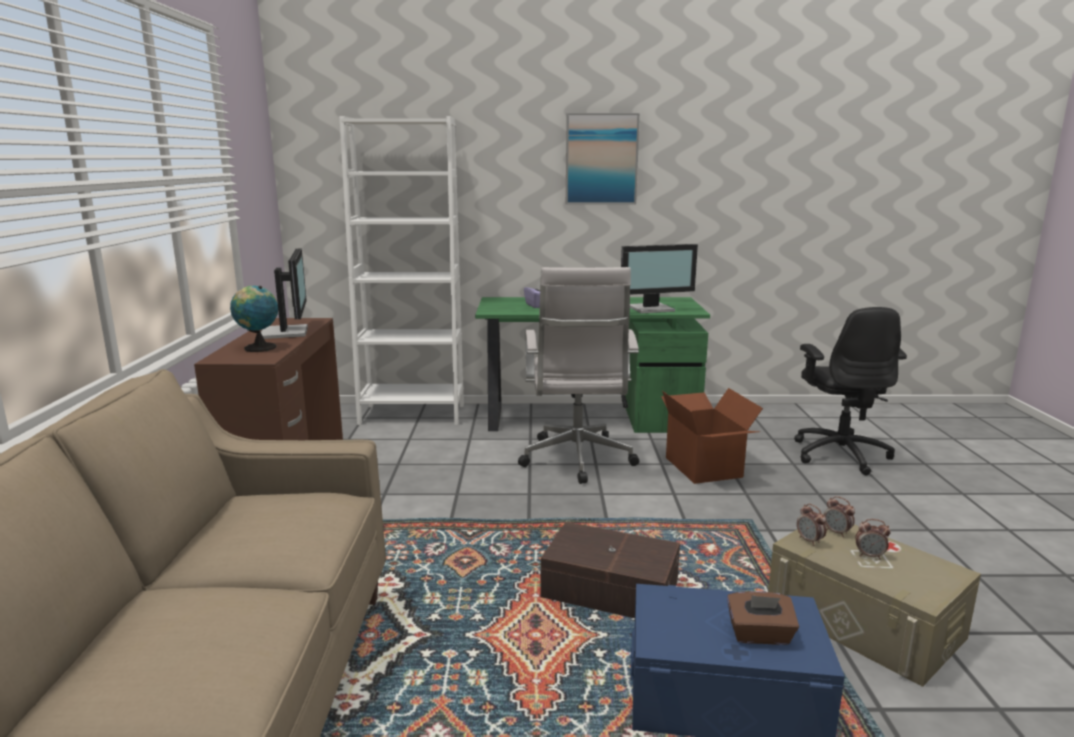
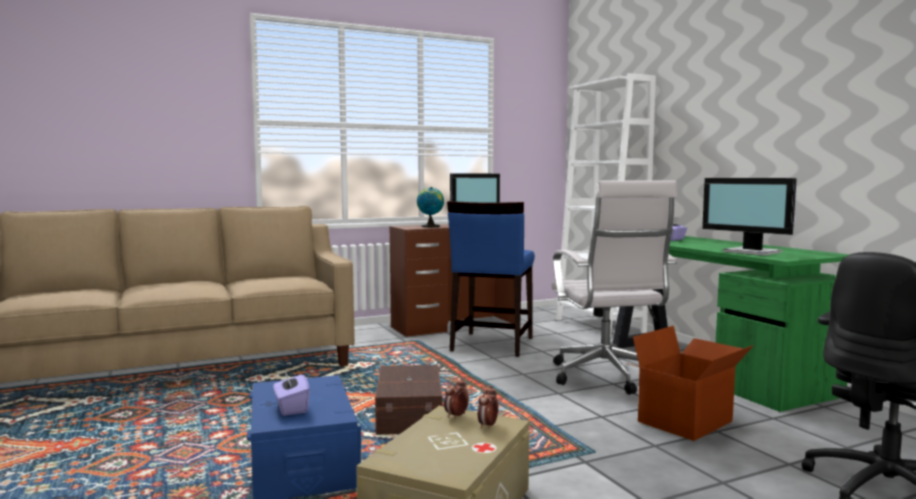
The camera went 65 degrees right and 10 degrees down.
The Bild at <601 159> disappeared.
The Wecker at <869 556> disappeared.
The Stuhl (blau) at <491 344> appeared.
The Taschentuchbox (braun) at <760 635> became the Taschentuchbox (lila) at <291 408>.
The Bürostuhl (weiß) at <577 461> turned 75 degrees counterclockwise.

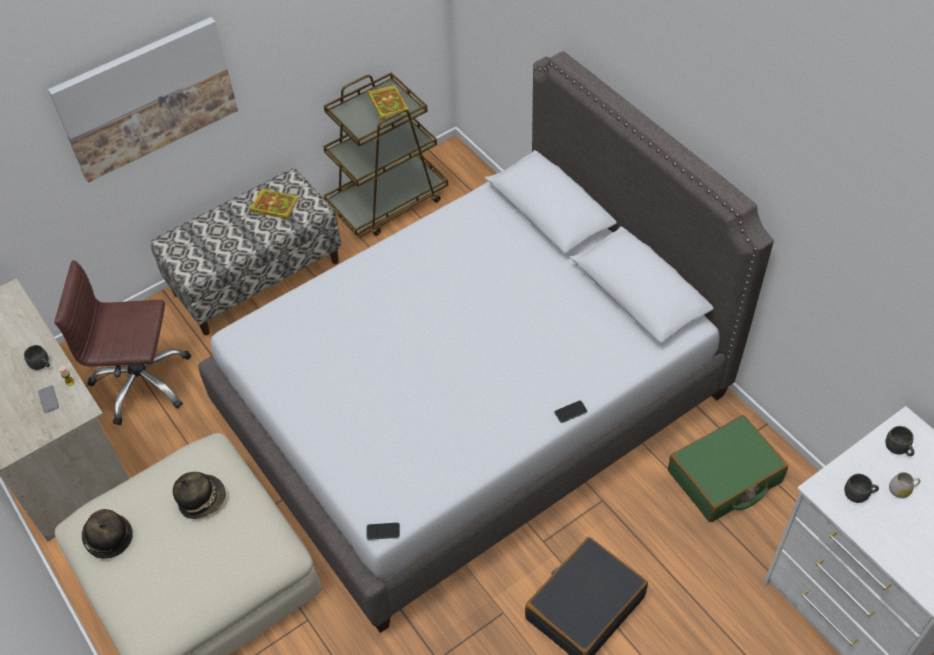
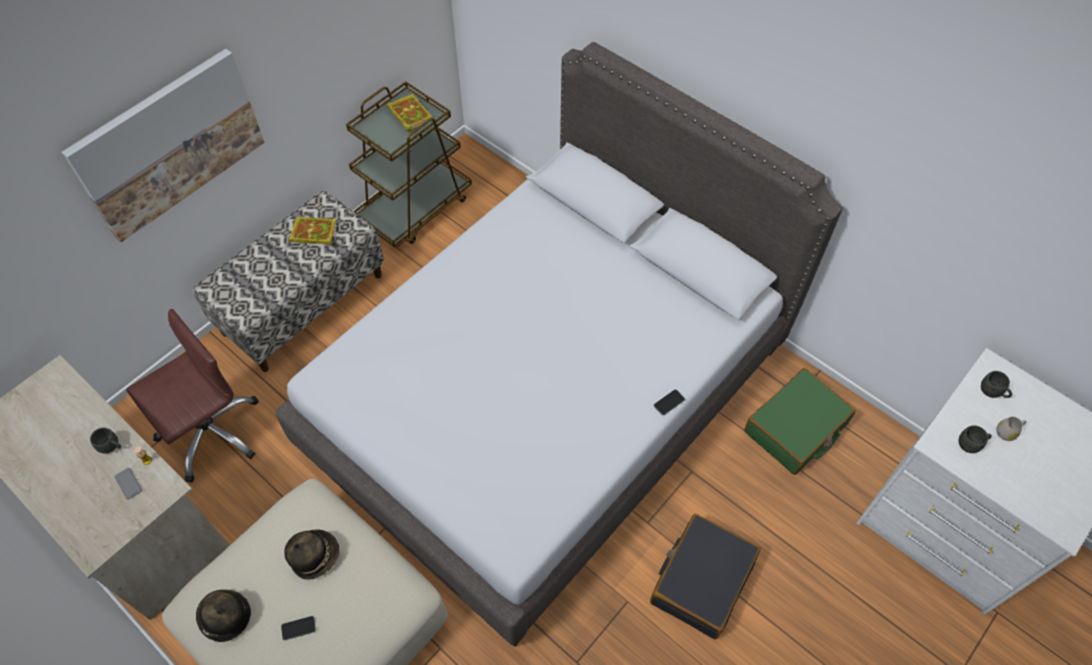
The camera went 15 degrees left and 5 degrees up.
The Handy moved from <383 531> to <298 628>.
The Bürostuhl (braun) at <142 382> turned 150 degrees clockwise.

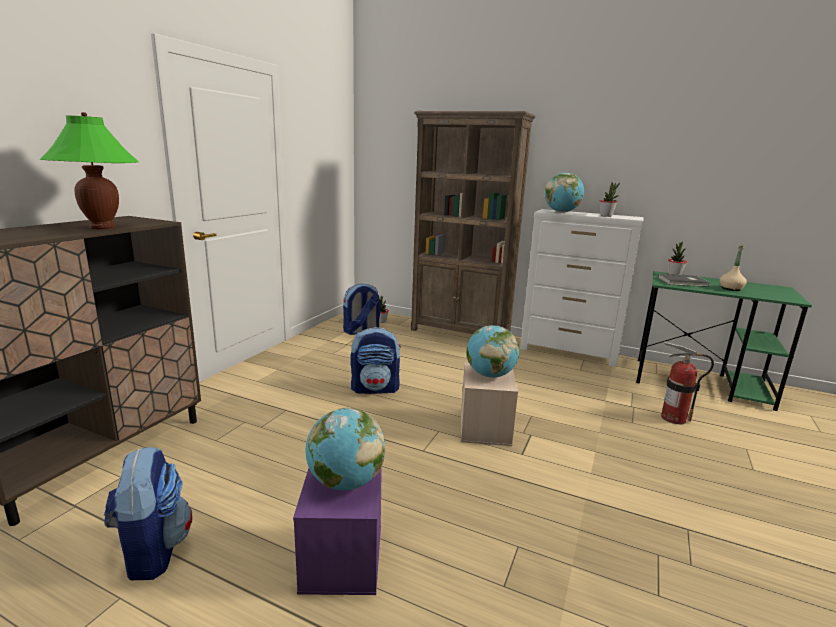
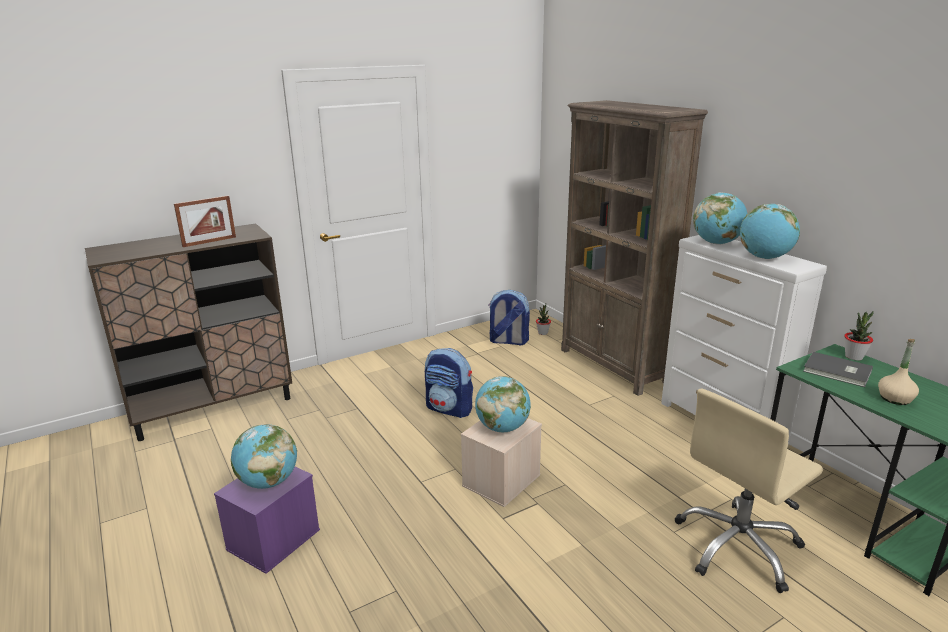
The camera went 35 degrees right and 5 degrees up.
The Rucksack at <152 550> disappeared.
The Tischlampe (grün) at <102 227> was replaced by the Bilderrahmen at <209 242>.
The Topfpflanze at <606 216> was replaced by the Globus at <764 258>.
The Feuerlöscher at <673 418> was replaced by the Bürostuhl (beige) at <738 546>.

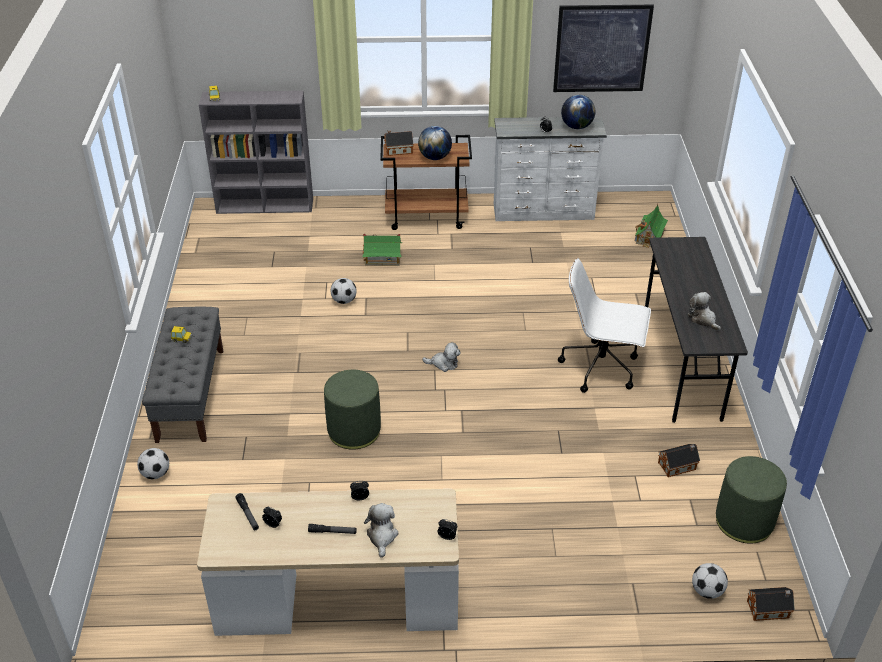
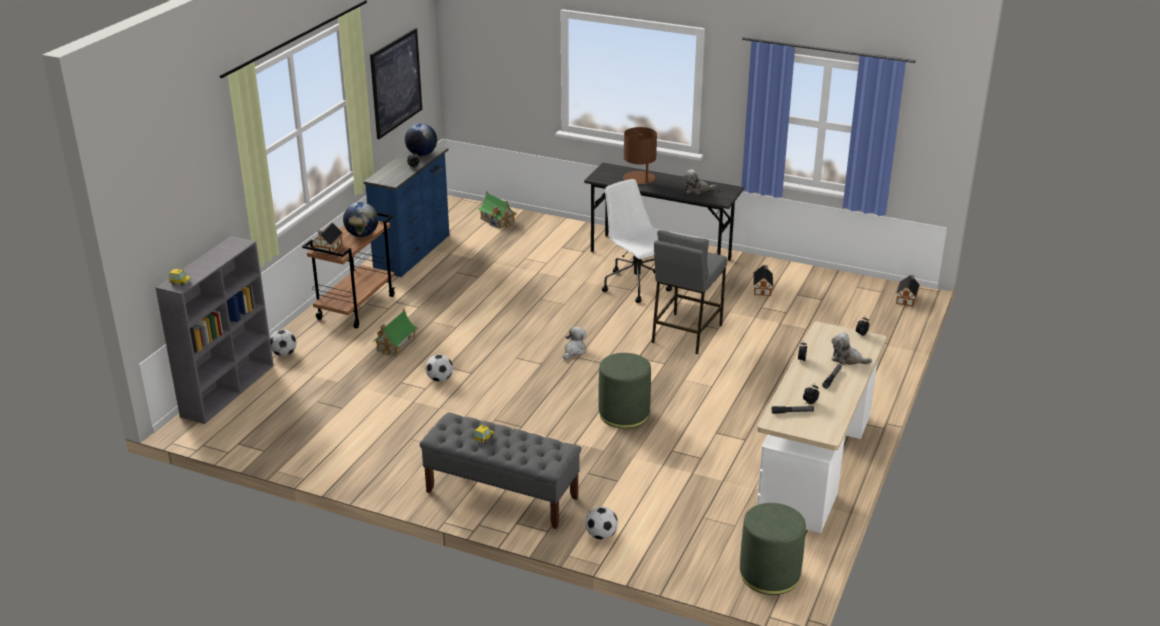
The camera went 65 degrees left and 10 degrees down.
The Tischlampe (braun) at <639 179> appeared.
The Hocker (grau) at <685 333> appeared.
The Fußball moved from <707 591> to <284 354>.
The Polsterhocker (grün) moved from <744 521> to <769 574>.
The Kommode (weiß) at <544 212> became the Kommode (blau) at <414 252>.
The Bürostuhl (weiß) at <601 368> turned 105 degrees clockwise.

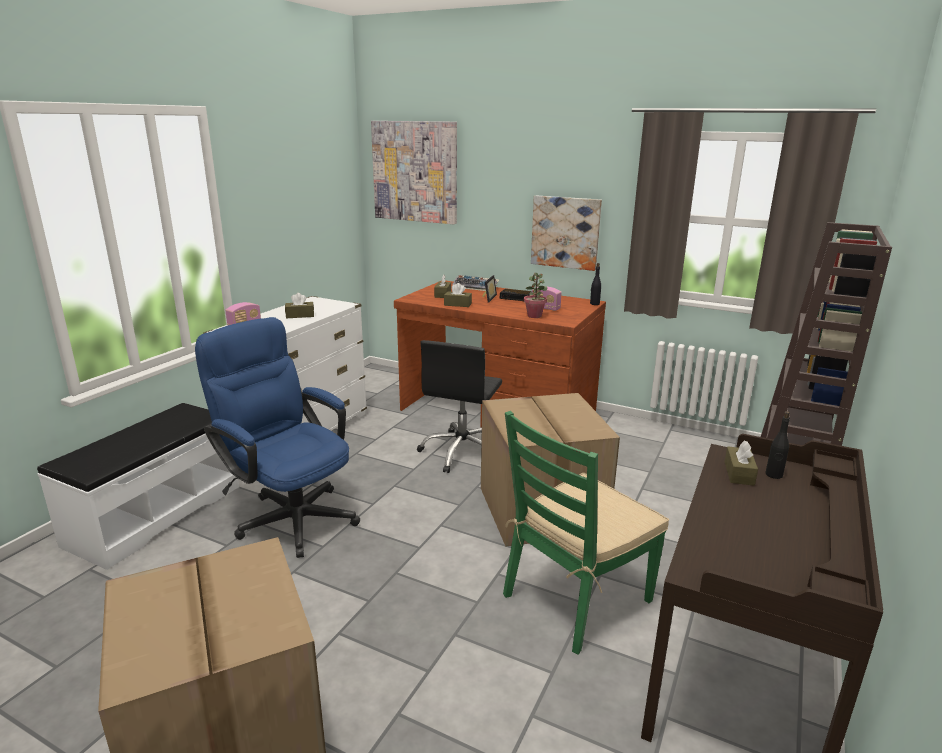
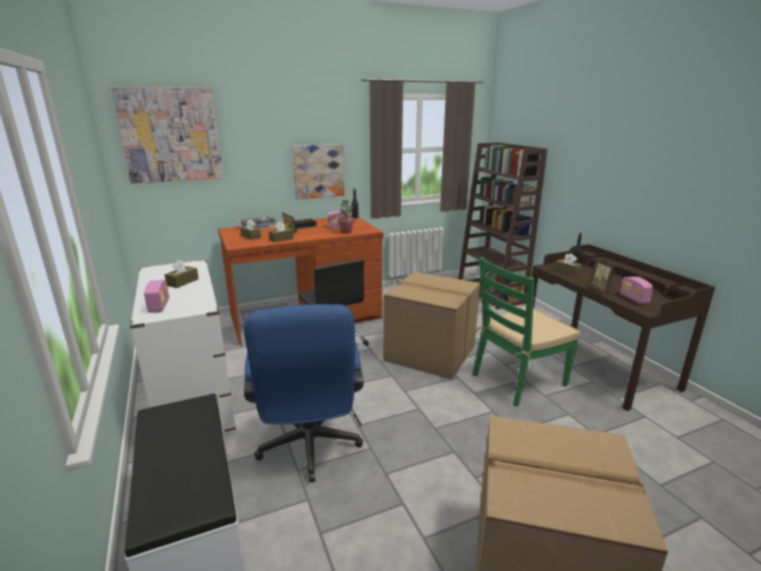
The camera went 50 degrees left and 0 degrees up.
The Bilderrahmen at <601 290> appeared.
The Radio at <634 299> appeared.
The Bürostuhl (blau) at <290 515> turned 90 degrees counterclockwise.
The Stuhl (grün) at <576 598> turned 60 degrees clockwise.

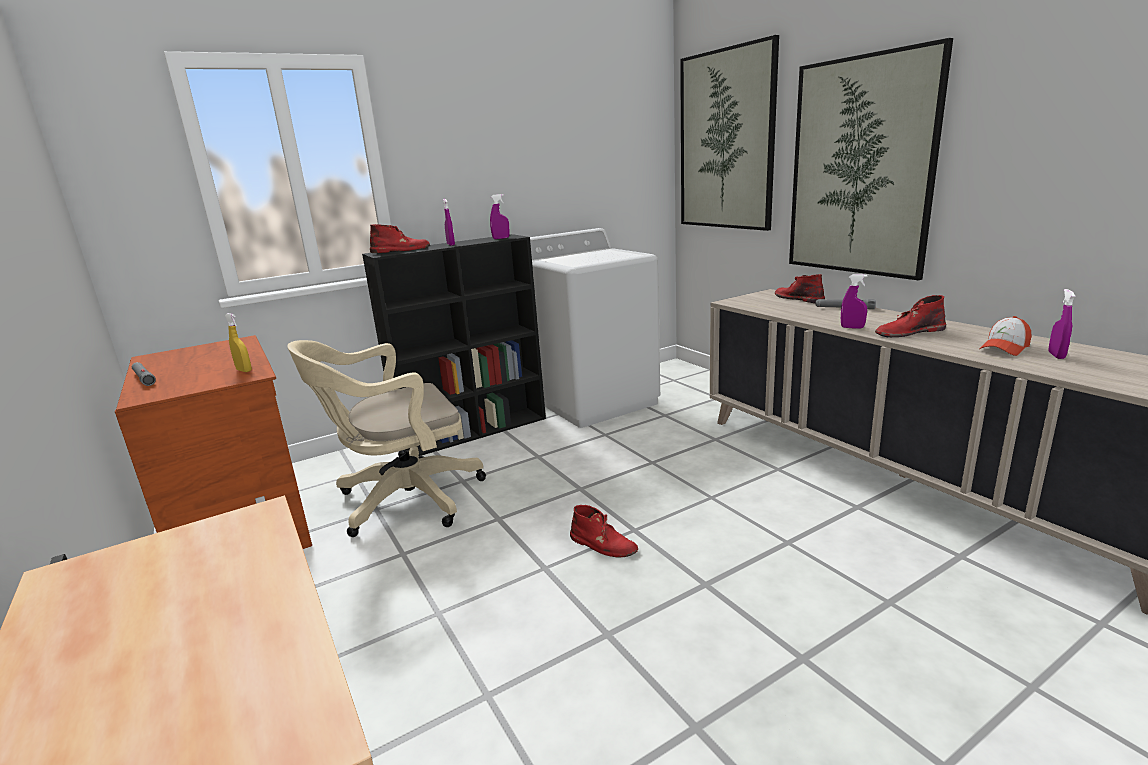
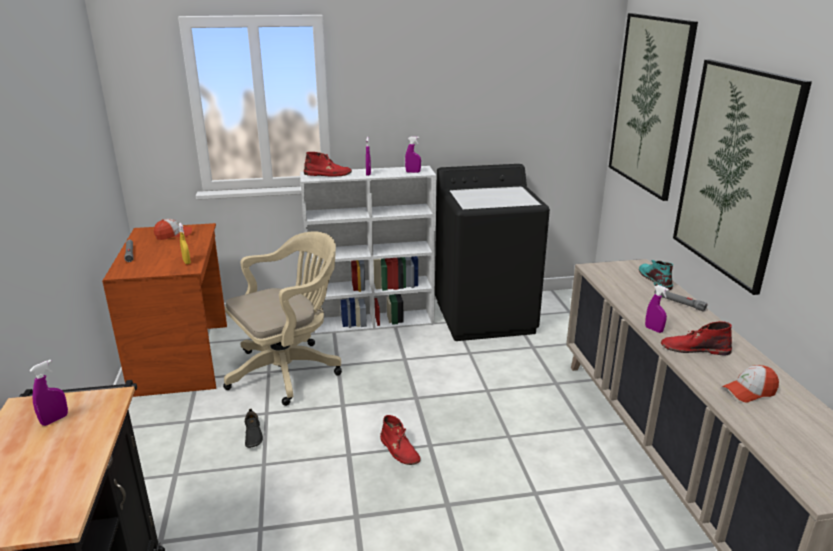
The camera went 20 degrees right and 5 degrees up.
The Kappe at <173 235> appeared.
The Schuh (schwarz) at <252 435> appeared.
The Sprühflasche (lila) moved from <1056 355> to <55 420>.
The Bücherregal (schwarz) at <474 431> became the Bücherregal (weiß) at <373 321>.
The Waschmaschine (weiß) at <595 401> became the Waschmaschine (schwarz) at <485 317>.
The Stiefel (rot) at <799 298> became the Stiefel (türkis) at <655 279>.
The Bürostuhl (beige) at <402 501> turned 150 degrees clockwise.

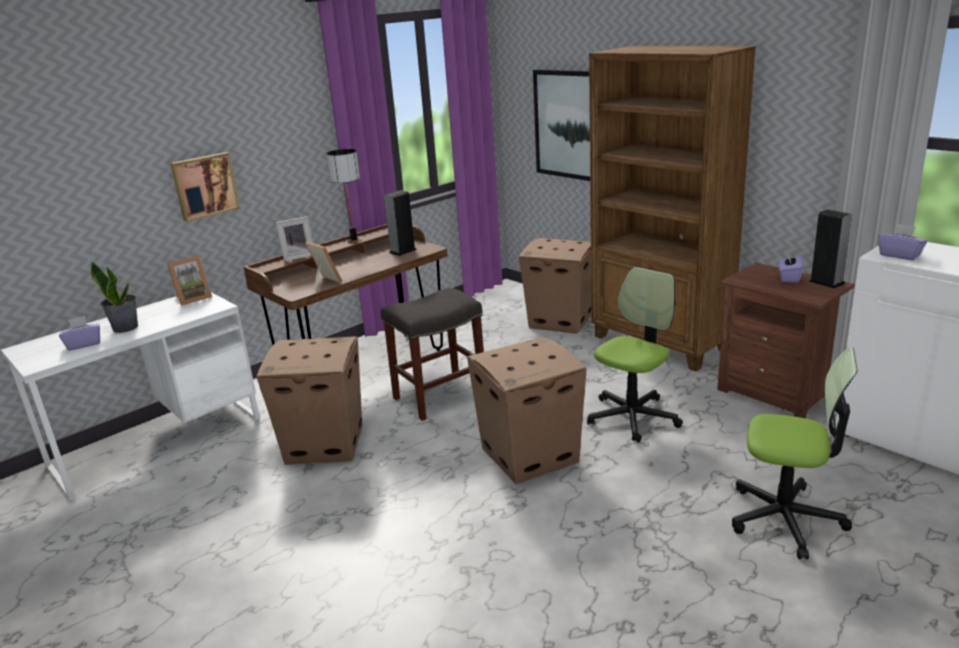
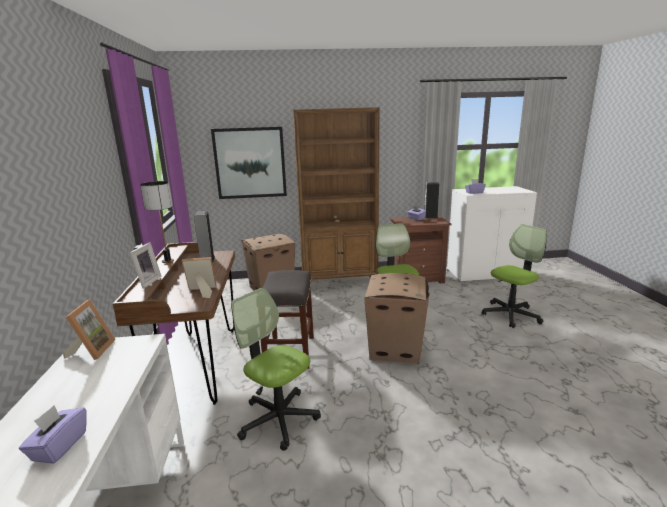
The camera went 55 degrees left and 5 degrees down.
The Topfpflanze at <126 327> disappeared.
The Bild at <204 186> disappeared.
The Karton at <326 443> was replaced by the Bürostuhl at <278 419>.

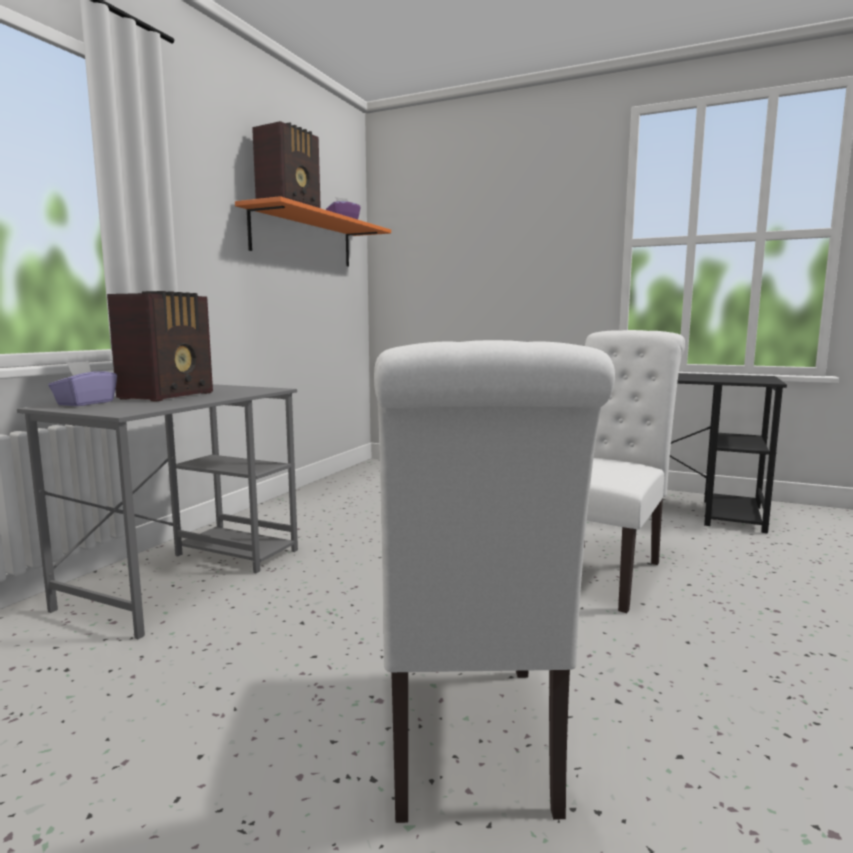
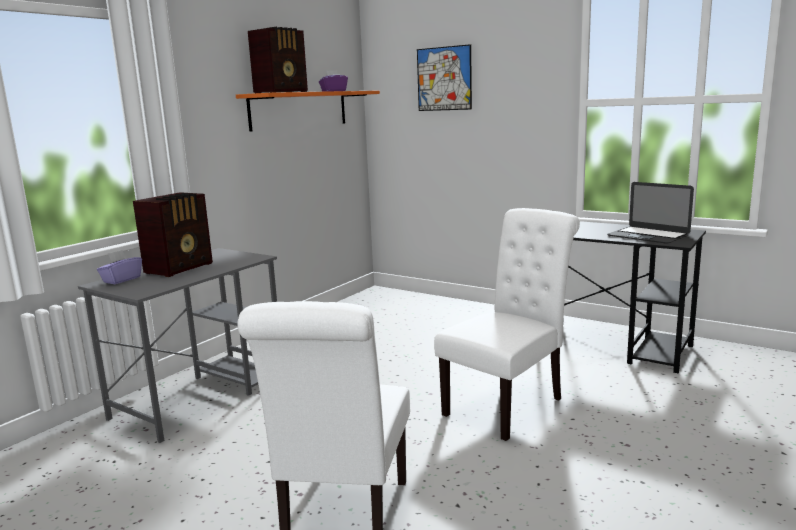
The camera went 10 degrees right and 5 degrees up.
The Bild at <444 78> appeared.
The Laptop at <648 235> appeared.

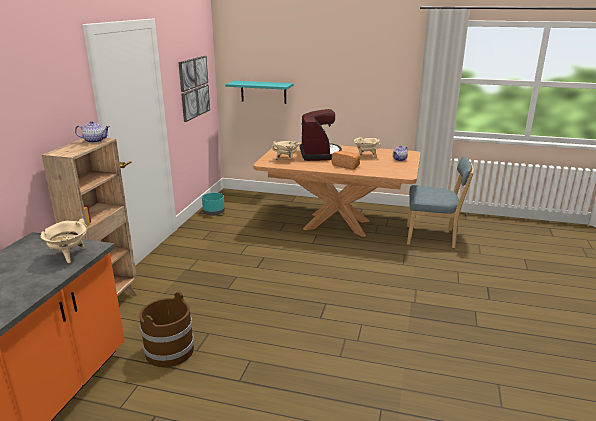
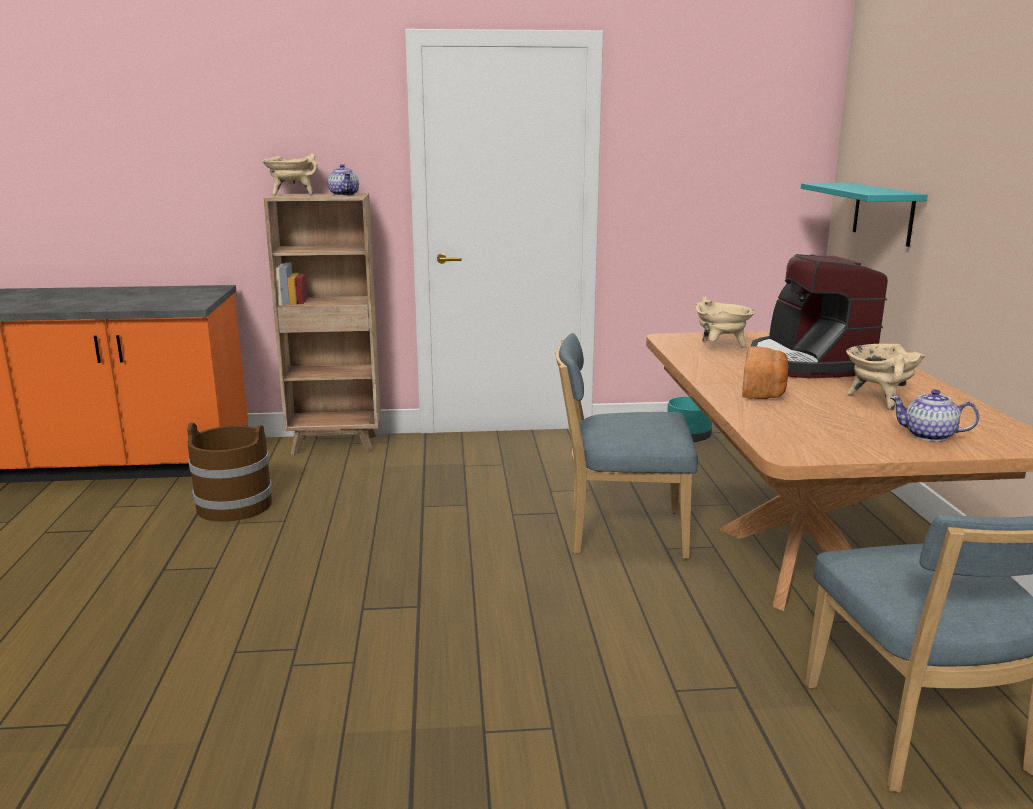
The camera went 70 degrees right and 5 degrees down.
The Bild at <194 87> disappeared.
The Stuhl (blau) at <620 532> appeared.
The Kochtopf (beige) moved from <68 256> to <291 194>.
The Kaffeemaschine at <319 154> turned 105 degrees clockwise.

